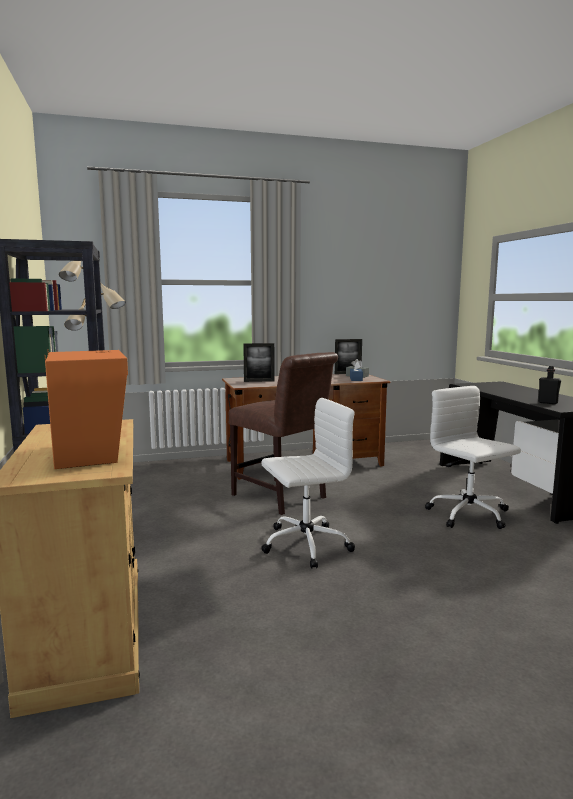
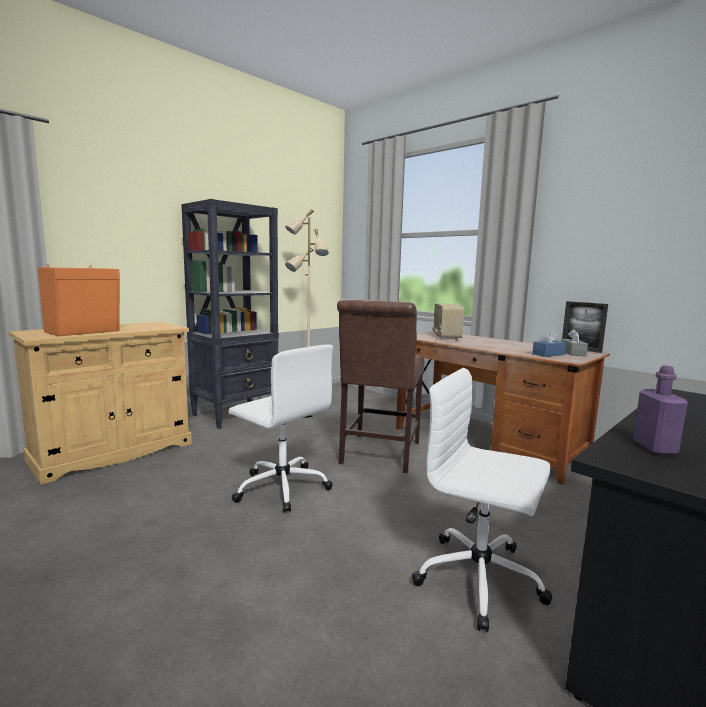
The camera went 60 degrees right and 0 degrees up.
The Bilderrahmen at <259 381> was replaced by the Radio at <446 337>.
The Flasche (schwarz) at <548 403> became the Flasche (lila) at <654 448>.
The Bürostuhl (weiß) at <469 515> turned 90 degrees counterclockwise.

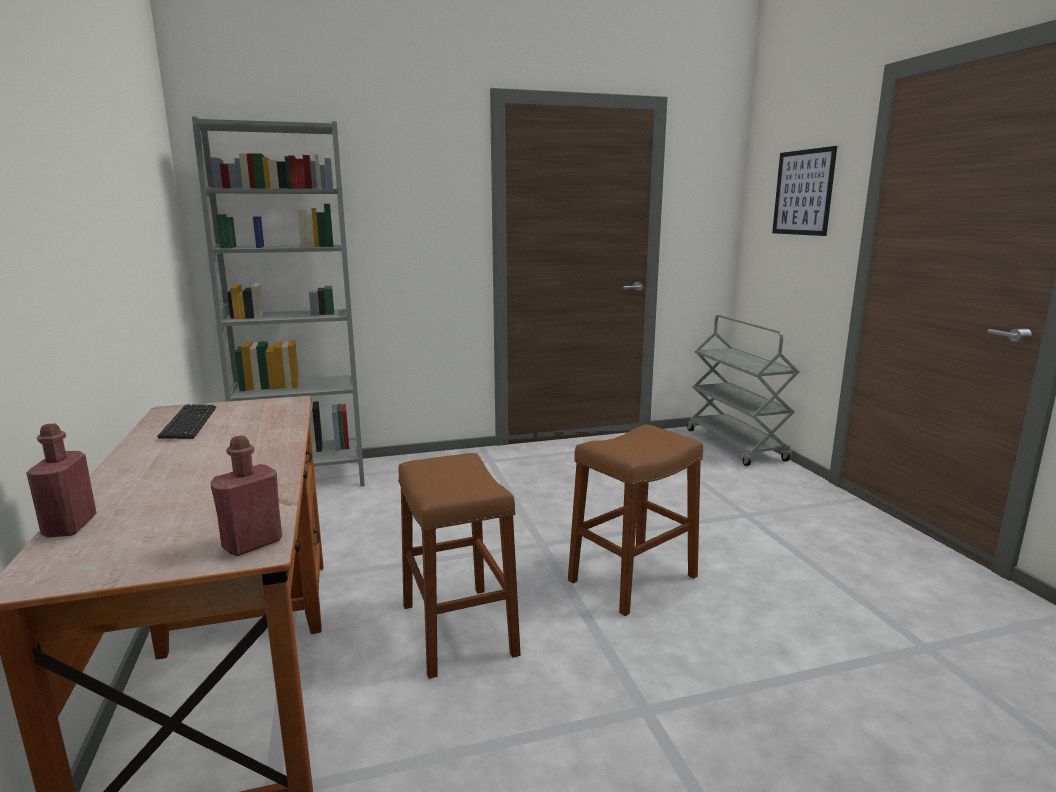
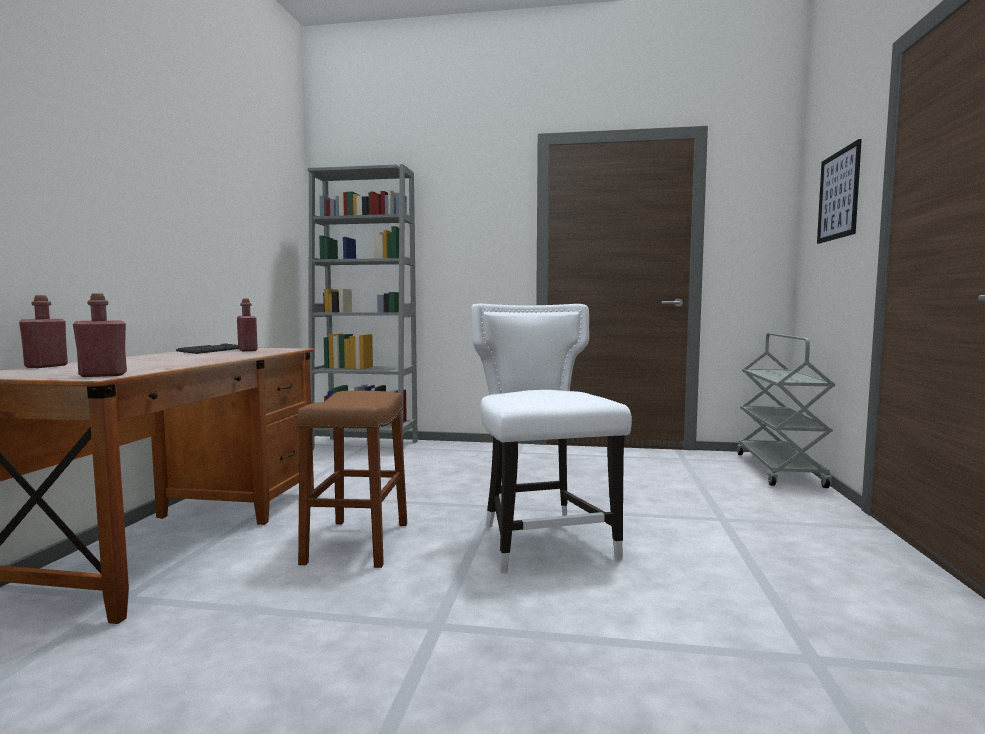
The camera went 25 degrees right and 10 degrees down.
The Flasche (rot) at <247 350> appeared.
The Hocker (braun) at <633 578> was replaced by the Stuhl (weiß) at <543 541>.

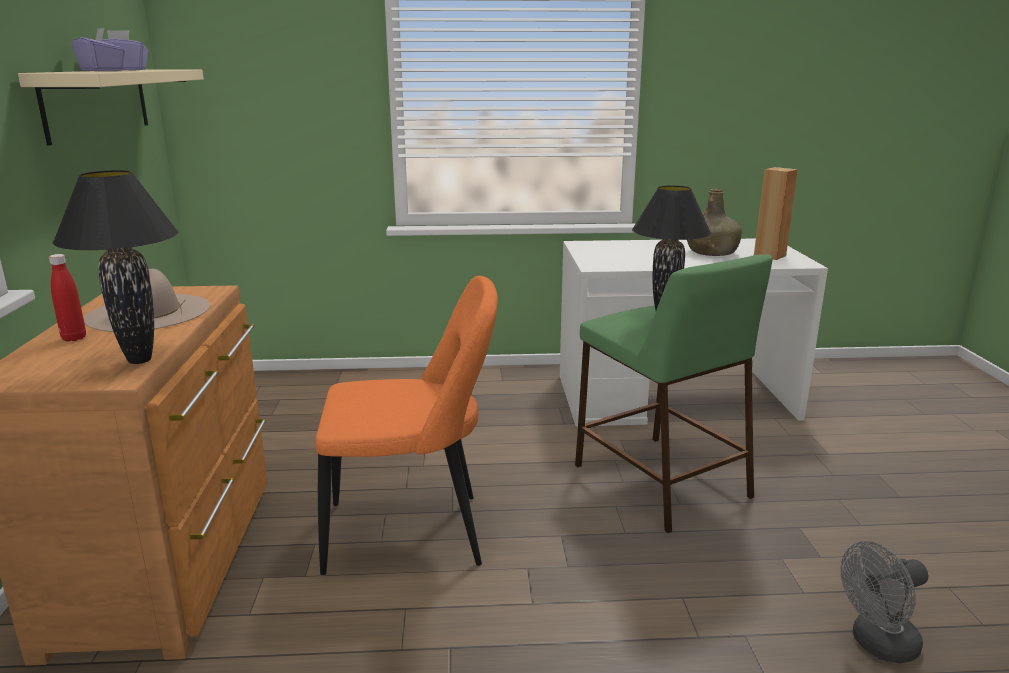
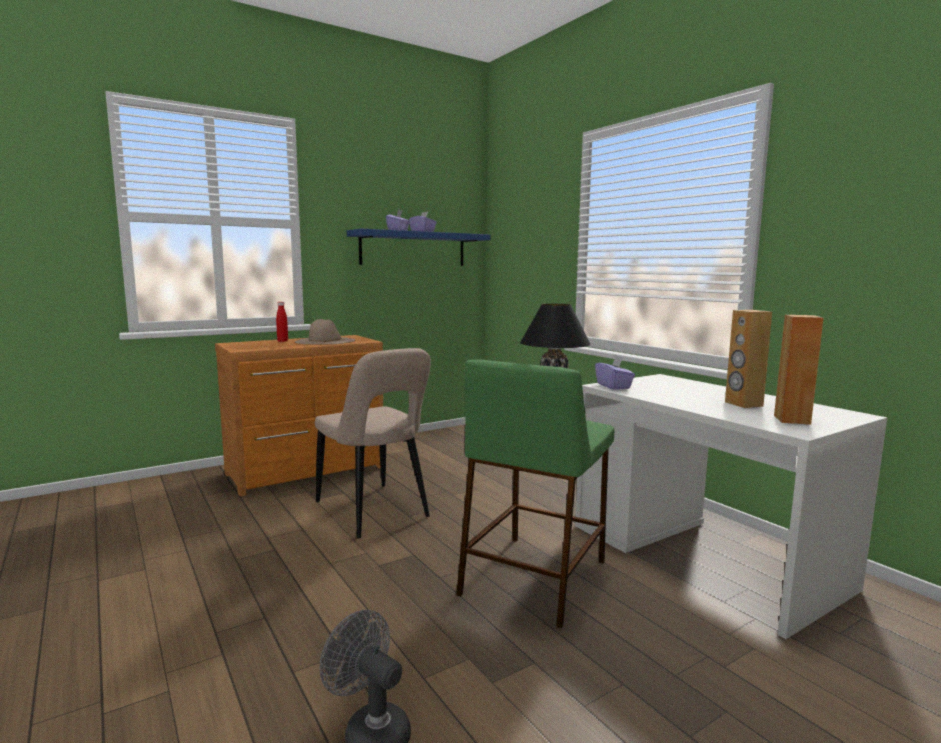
The camera went 60 degrees right and 10 degrees down.
The Tischlampe (schwarz) at <140 360> disappeared.
The Taschentuchbox (lila) at <614 386> appeared.
The Flasche (grün) at <711 252> was replaced by the Lautsprecher (braun) at <743 404>.
The Wandregal (beige) at <97 102> became the Wandregal (blau) at <413 249>.
The Stuhl (orange) at <413 533> became the Stuhl (beige) at <374 512>.

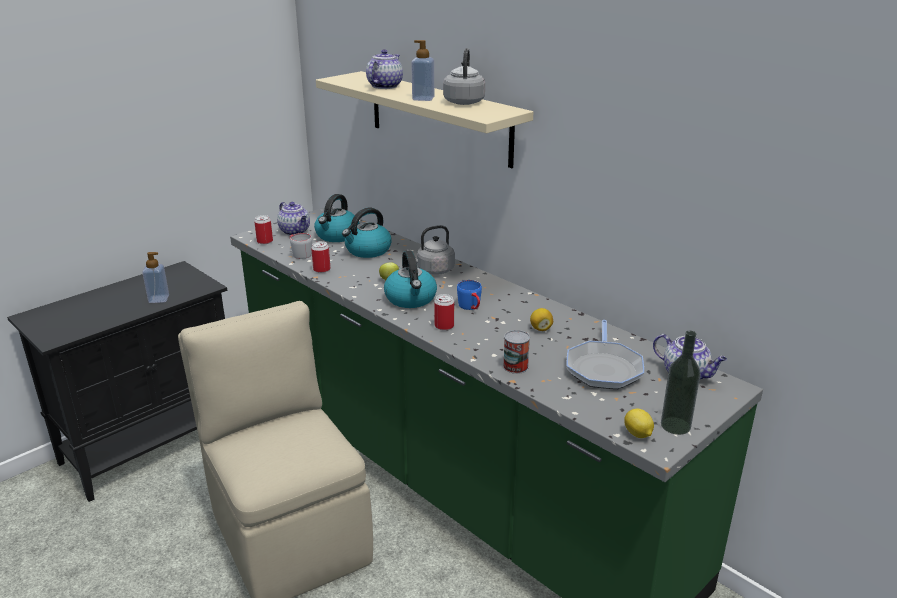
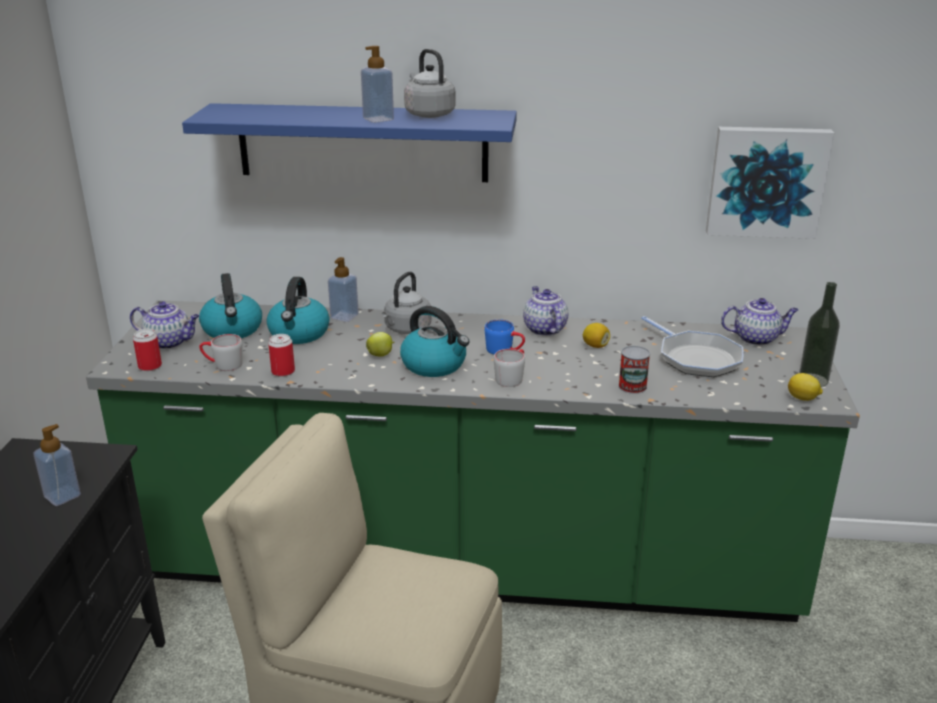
The camera went 40 degrees left and 0 degrees up.
The Seifenspender at <344 316> appeared.
The Bild at <766 181> appeared.
The Teekanne moved from <385 86> to <544 329>.
The Dose at <444 326> was replaced by the Henkelbecher (grau) at <511 377>.
The Wandregal (beige) at <439 117> became the Wandregal (blau) at <362 142>.

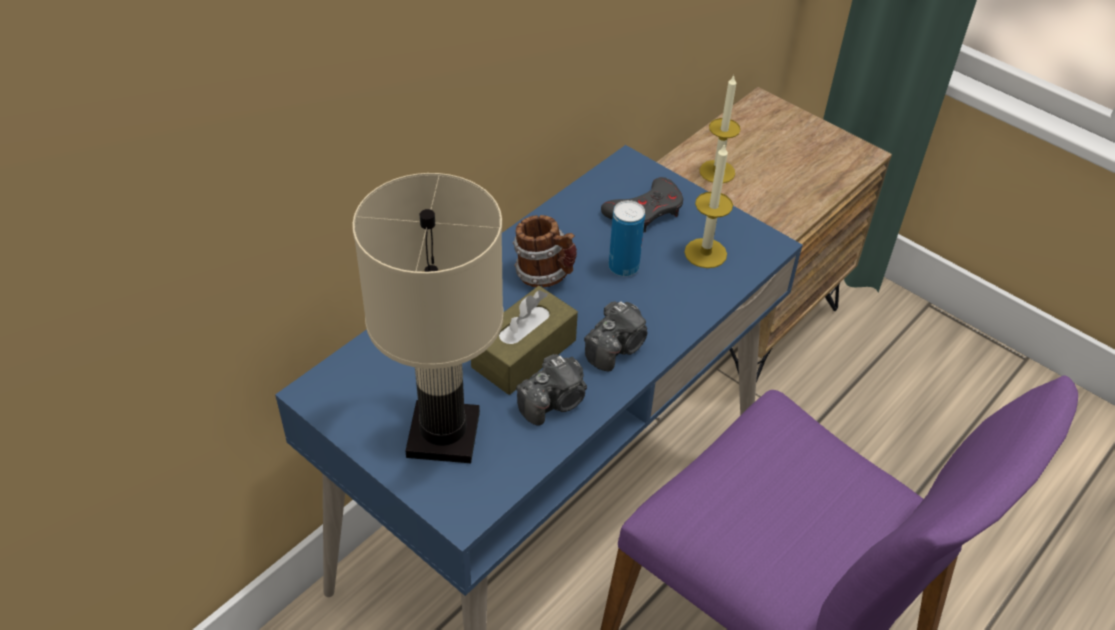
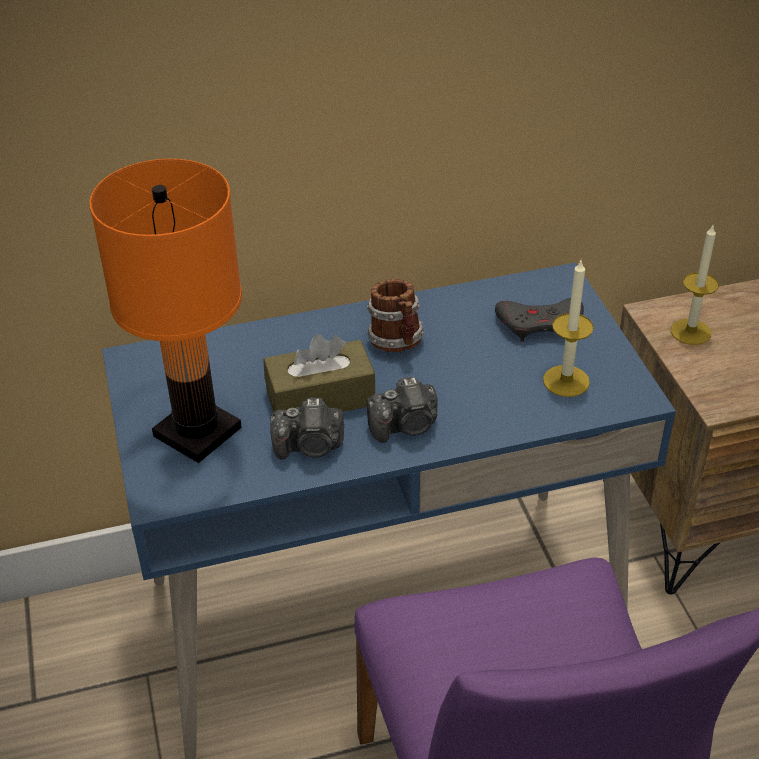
The camera went 35 degrees right and 5 degrees down.
The Dose at <623 267> disappeared.
The Tischlampe (beige) at <442 433> became the Tischlampe (orange) at <197 431>.

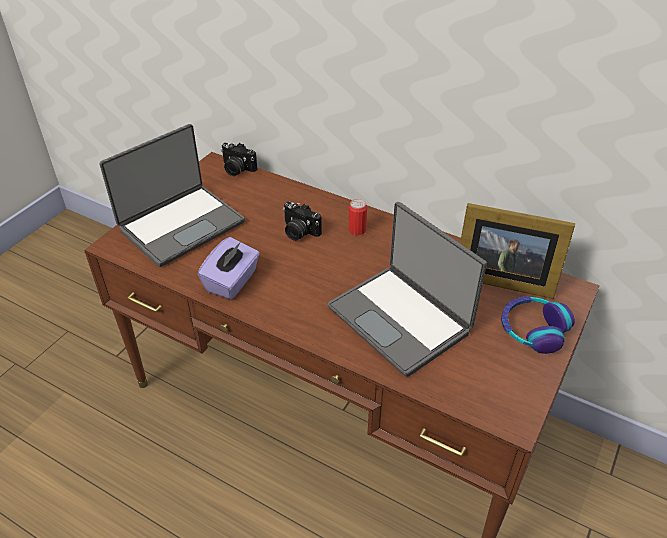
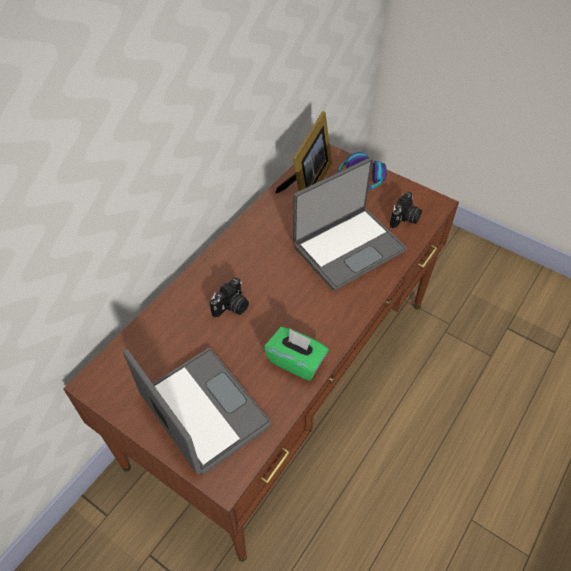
The camera went 85 degrees left and 10 degrees up.
The Dose at <357 230> disappeared.
The Kamera moved from <237 169> to <405 219>.
The Taschentuchbox (lila) at <232 282> became the Taschentuchbox (grün) at <296 361>.

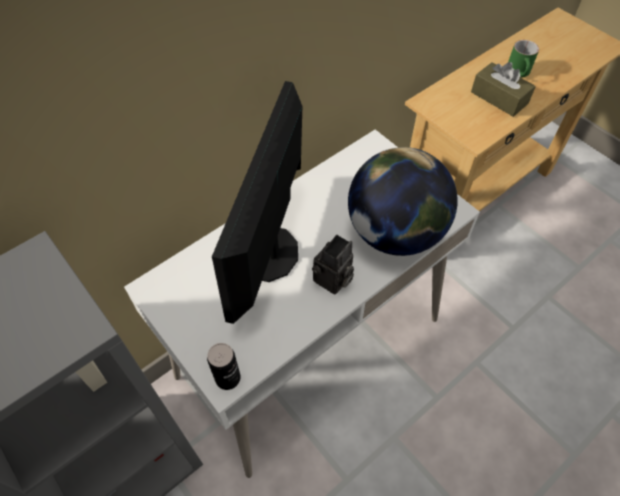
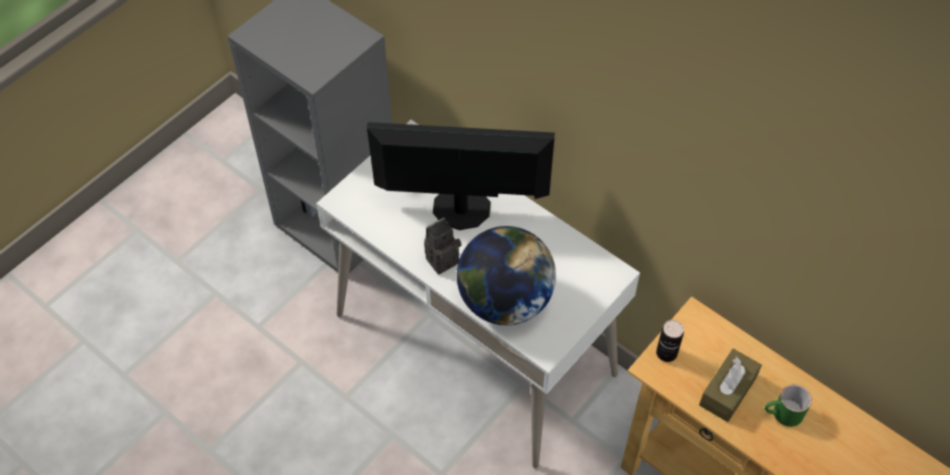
The camera went 80 degrees right and 0 degrees up.
The Dose moved from <228 378> to <666 353>.
The Kamera at <333 281> turned 120 degrees clockwise.

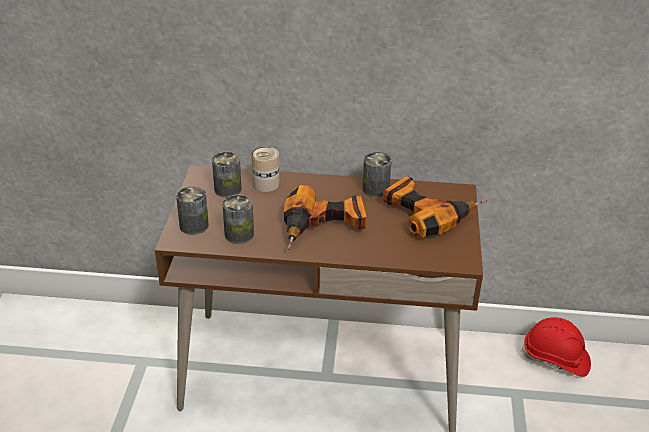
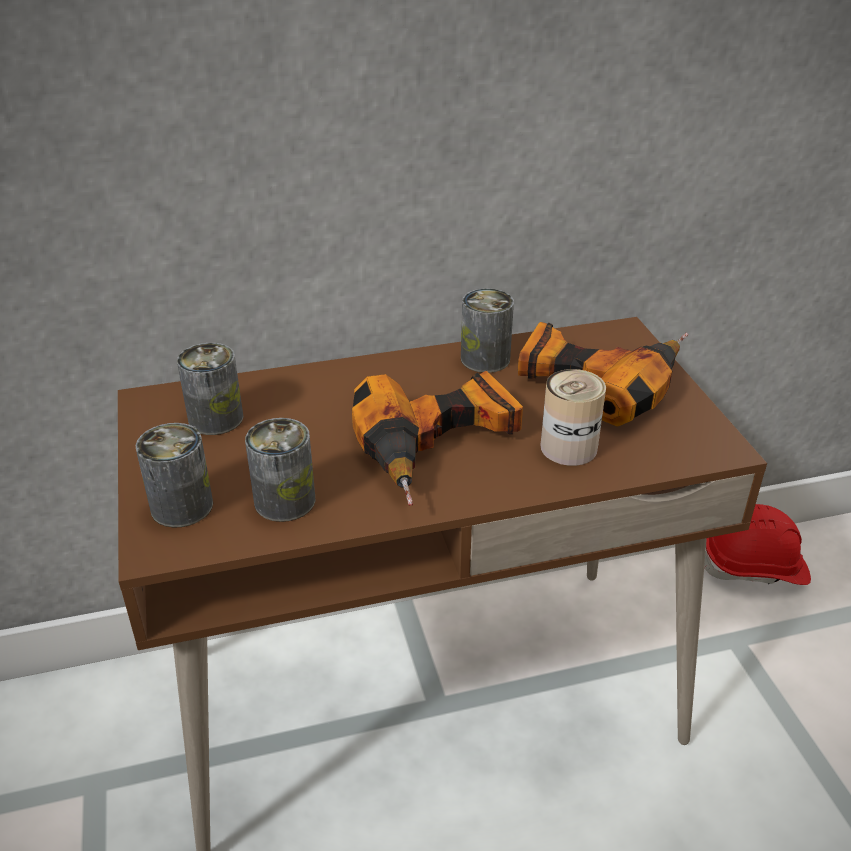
The camera went 20 degrees left and 0 degrees up.
The Dose moved from <266 184> to <568 447>.

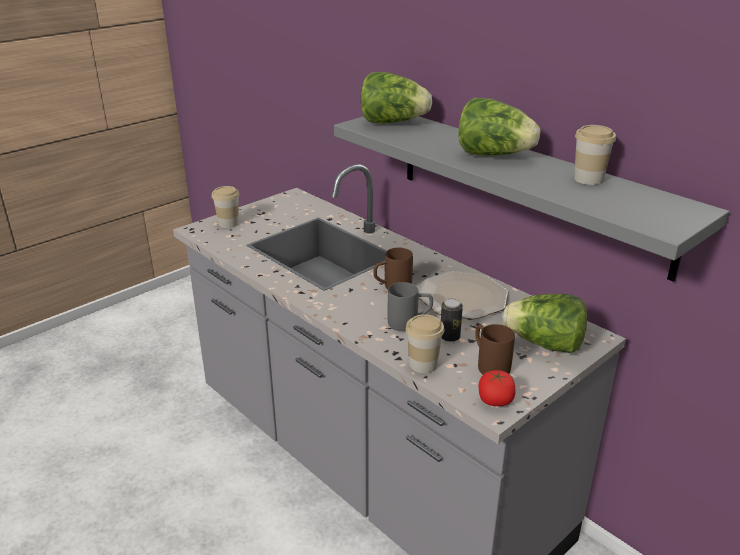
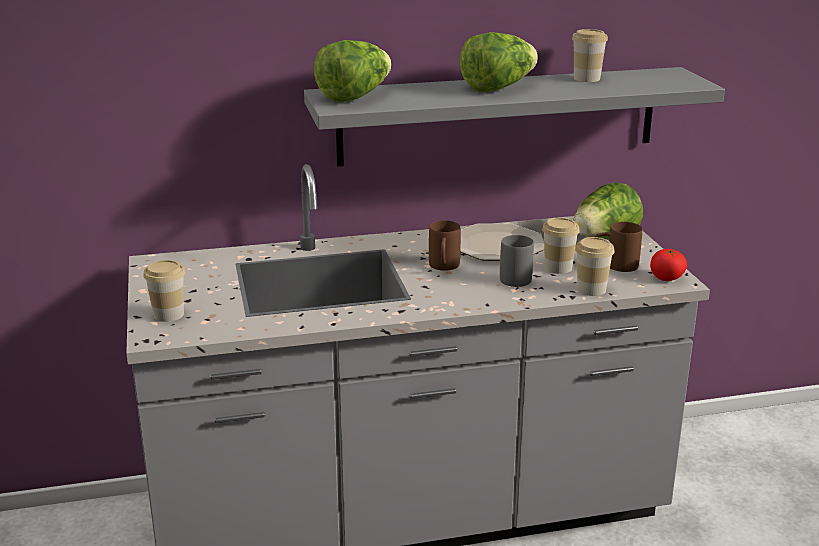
The camera went 60 degrees left and 5 degrees down.
The Dose at <449 337> was replaced by the Tasse at <558 268>.

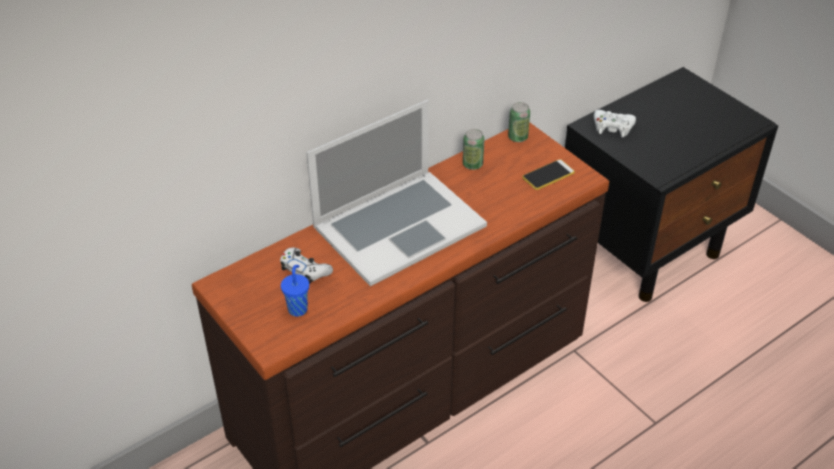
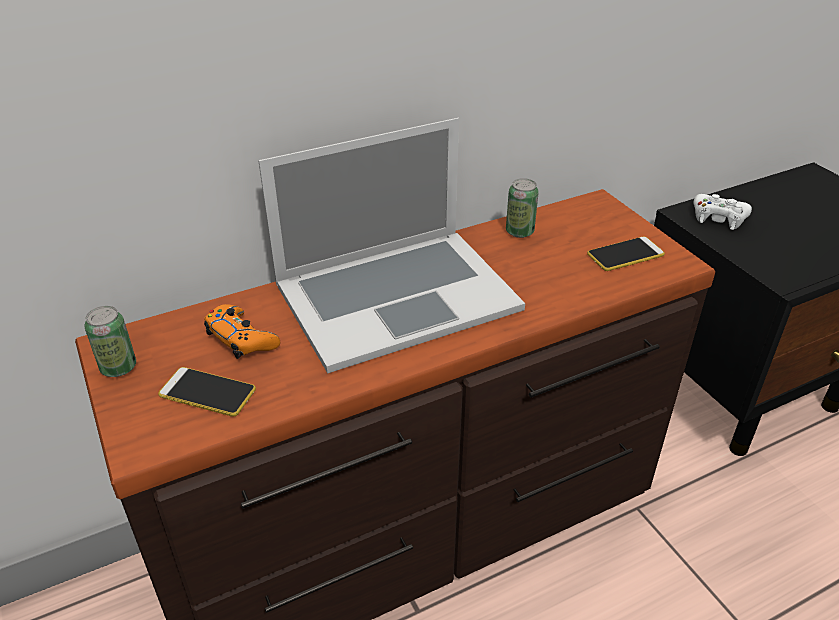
The camera went 10 degrees right and 5 degrees down.
The Dose moved from <517 137> to <118 367>.
The Tasse (blau) at <298 308> was replaced by the Handy at <207 392>.
The Gamepad (weiß) at <305 270> became the Gamepad (orange) at <241 339>.

